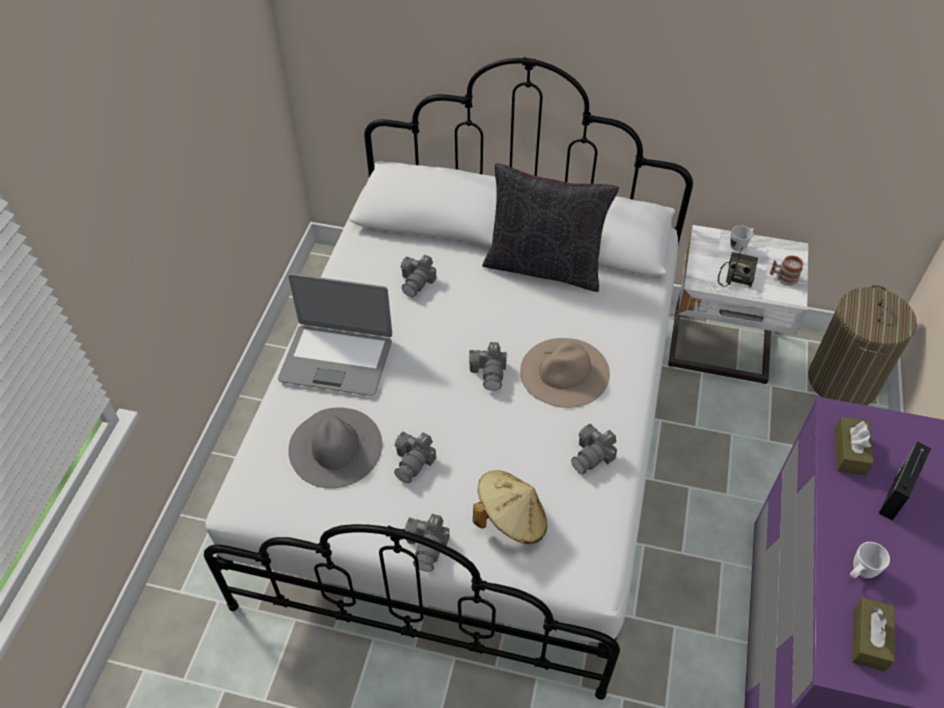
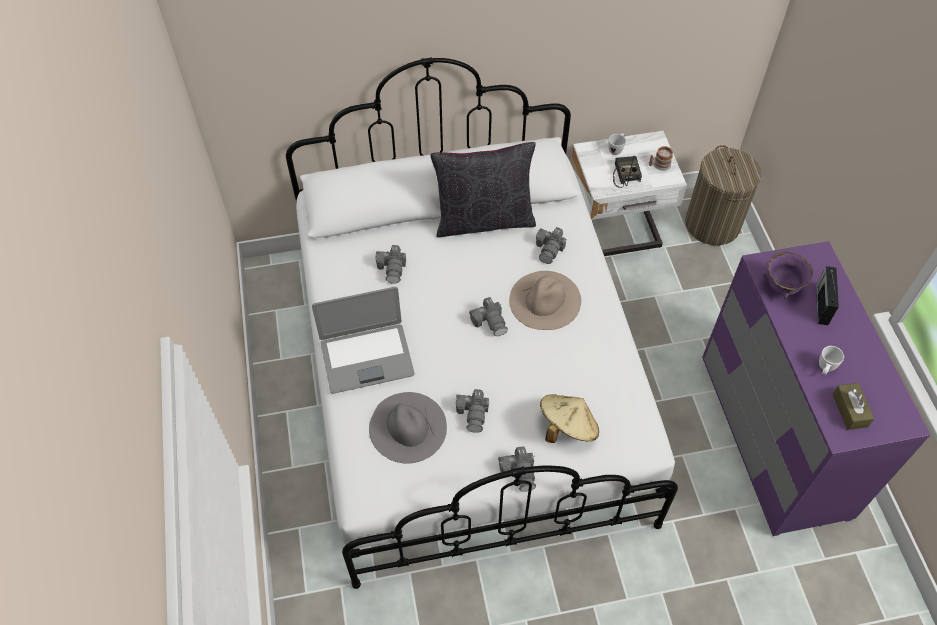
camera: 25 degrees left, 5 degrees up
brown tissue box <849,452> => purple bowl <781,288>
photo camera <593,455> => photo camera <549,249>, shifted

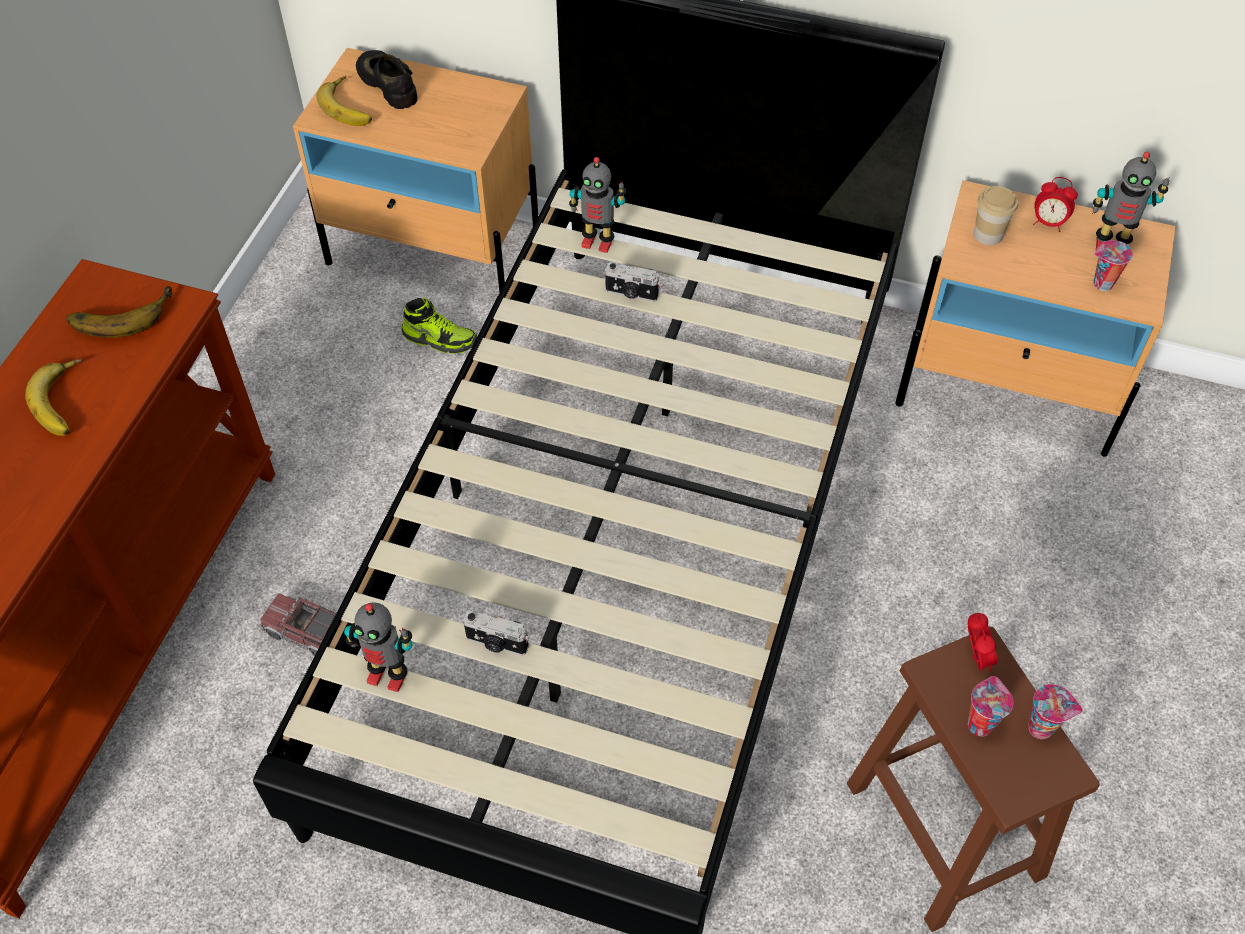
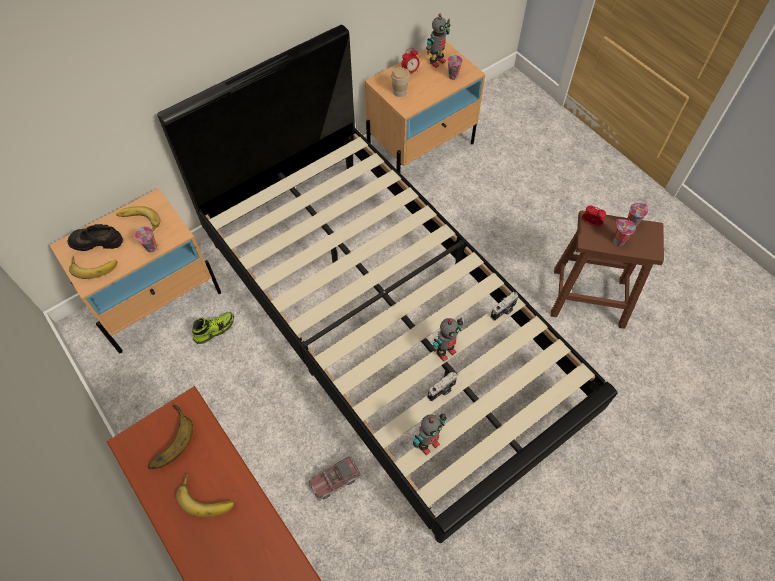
camera: 55 degrees left, 5 degrees up
toy robot <597,242> => toy robot <445,352>, shifted
photo camera <631,294> => photo camera <504,311>, shifted
nothing => banana <139,222>
nothing => cup <152,248>

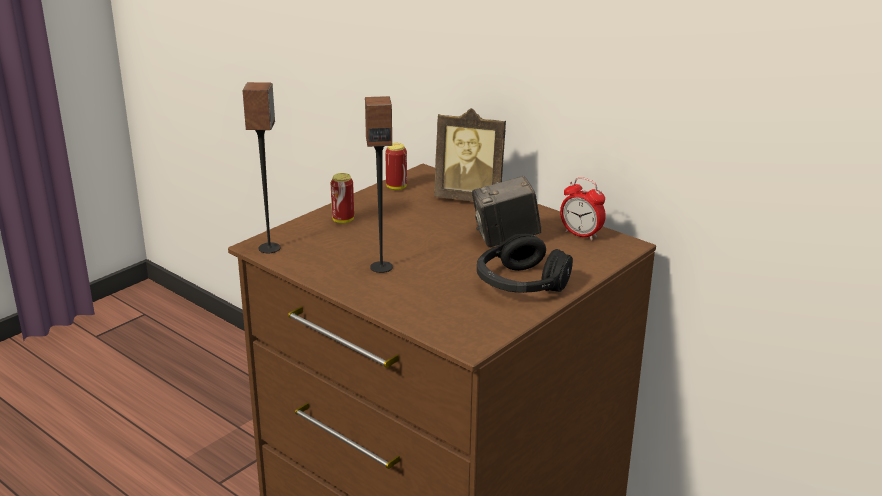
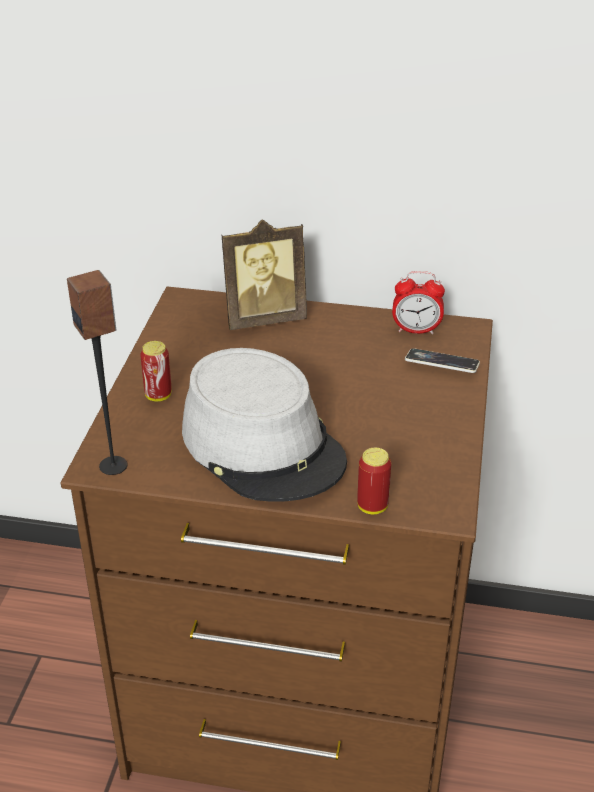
camera: 30 degrees left, 10 degrees up
speaker <381,267> => grey hat <263,445>
can <396,187> => can <372,506>, shifted
photo camera <505,239> => nothing
black headphones <520,284> => nothing
nothing => phone <441,365>

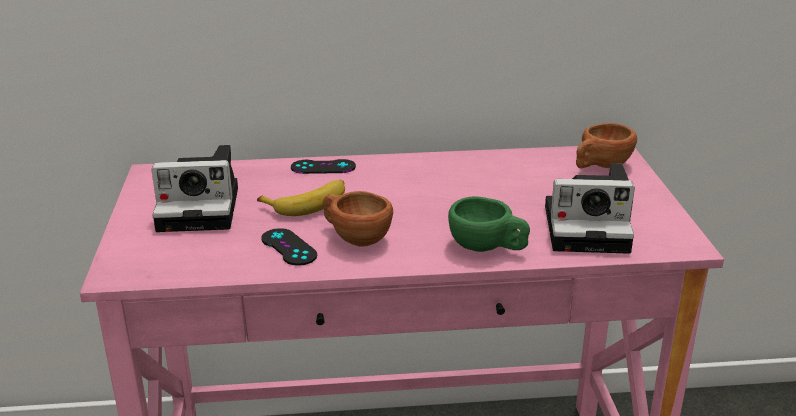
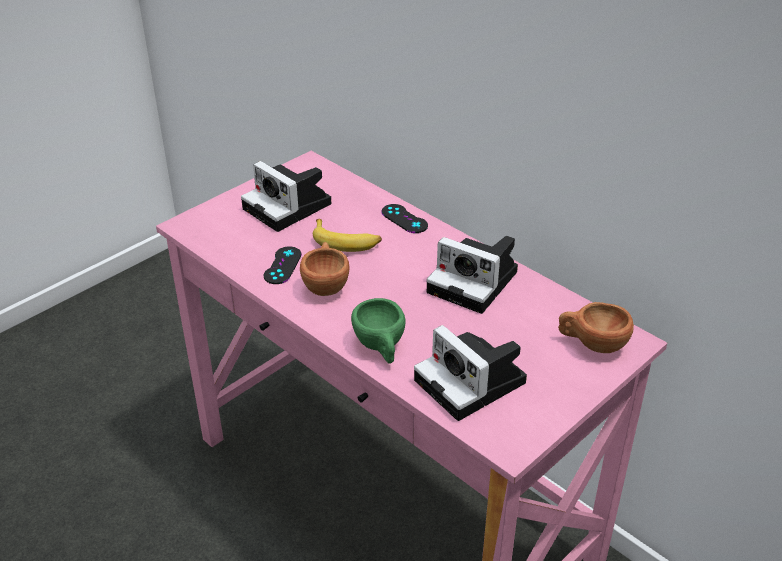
camera: 50 degrees right, 10 degrees up
nothing => photo camera <476,282>

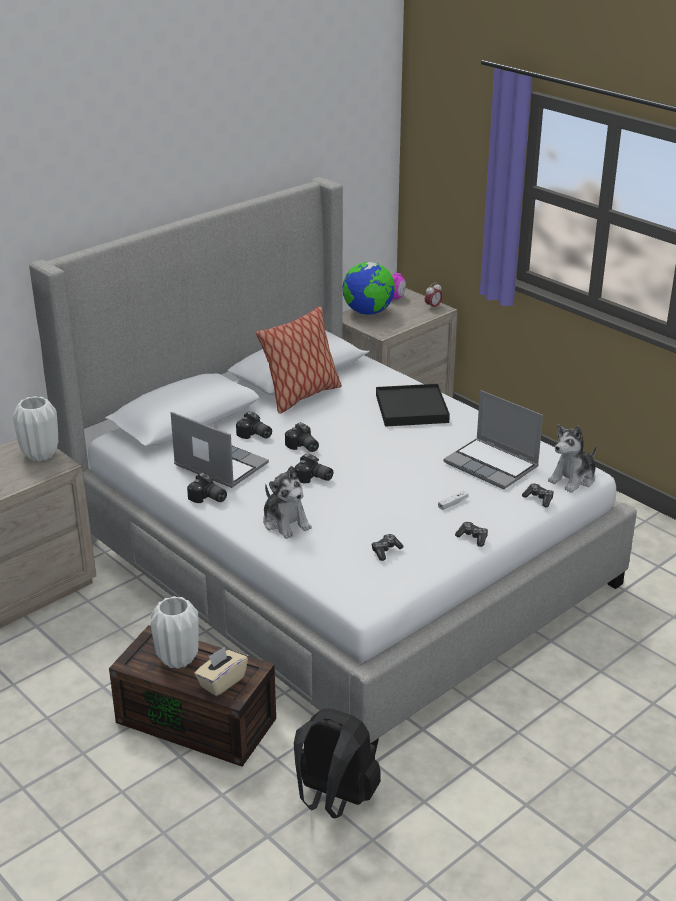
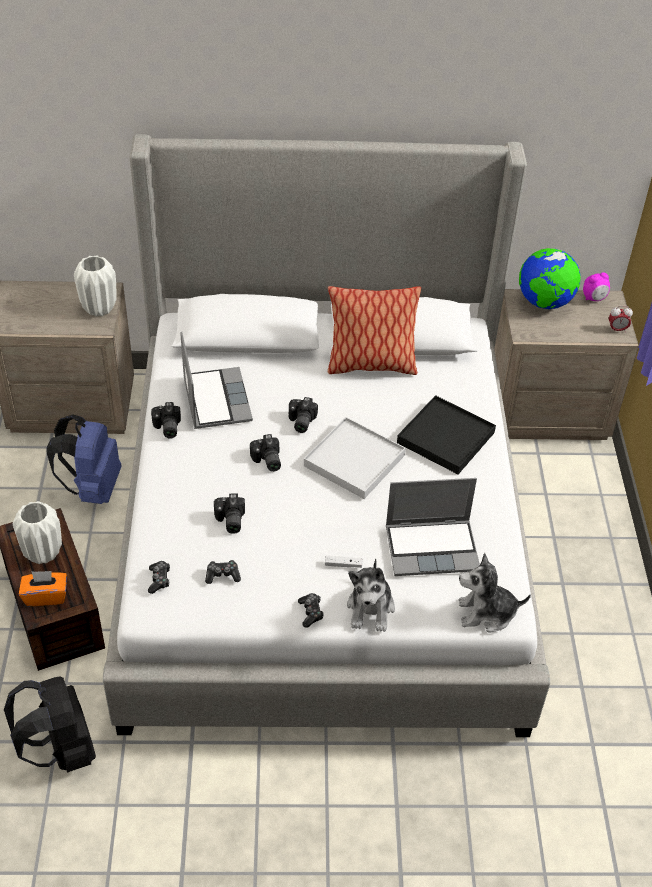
camera: 40 degrees right, 15 degrees up
laptop <492,465> => laptop <433,548>, 90 degrees counterclockwise
photo camera <254,435> => photo camera <229,521>, shifted
plush toy <285,523> => plush toy <371,608>, shifted
game controller <539,499> => game controller <159,580>, shifted
beige tissue box <221,682> => orange tissue box <46,596>
nothing => blue backpack <92,488>
nothing => white tray <354,460>

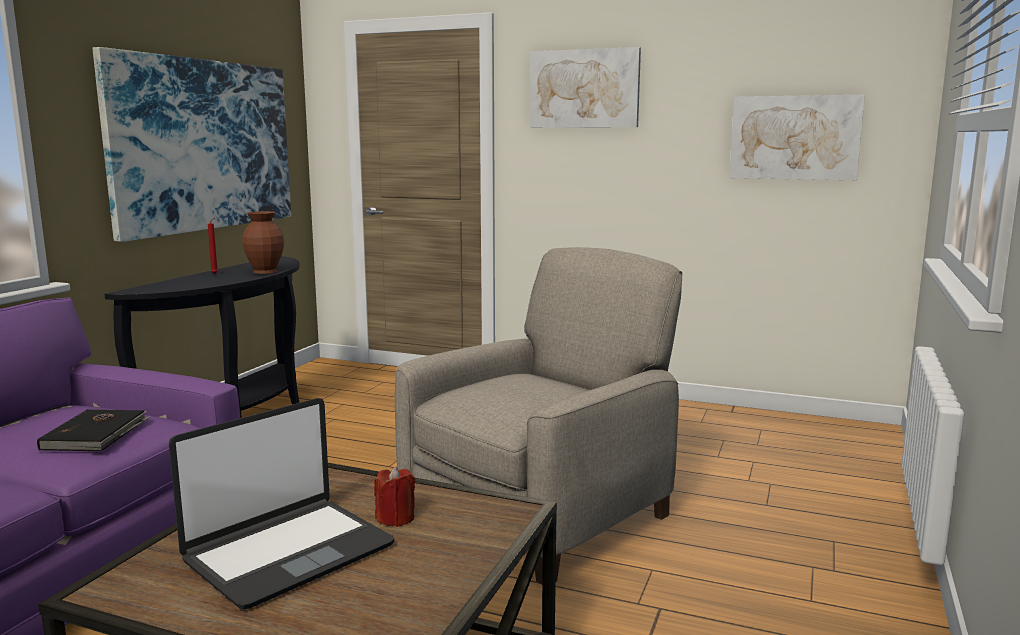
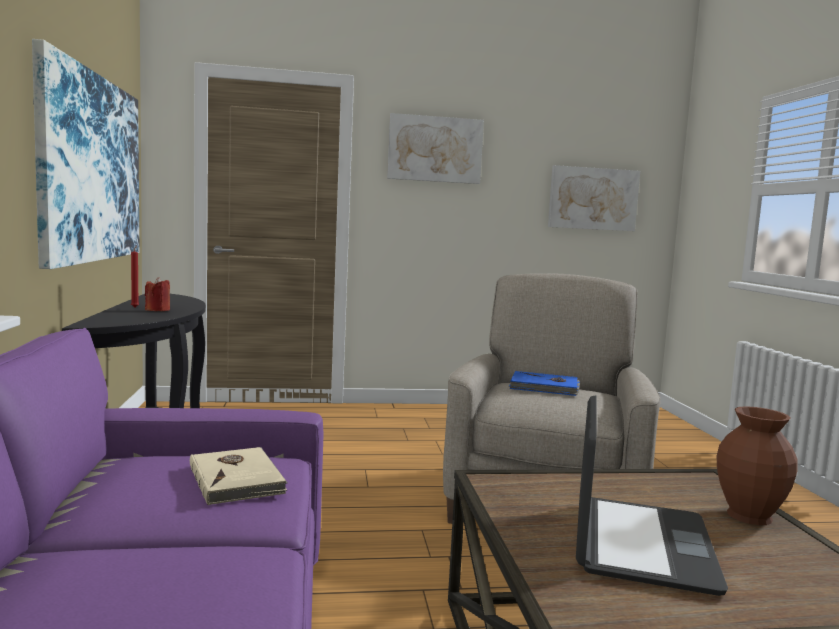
camera: 30 degrees left, 5 degrees down
brown vase <264,271> => brown vase <748,516>, shifted
black book <97,434> => beige book <238,479>
red candle <395,518> => red candle <158,310>, shifted
nothing => blue book <544,387>

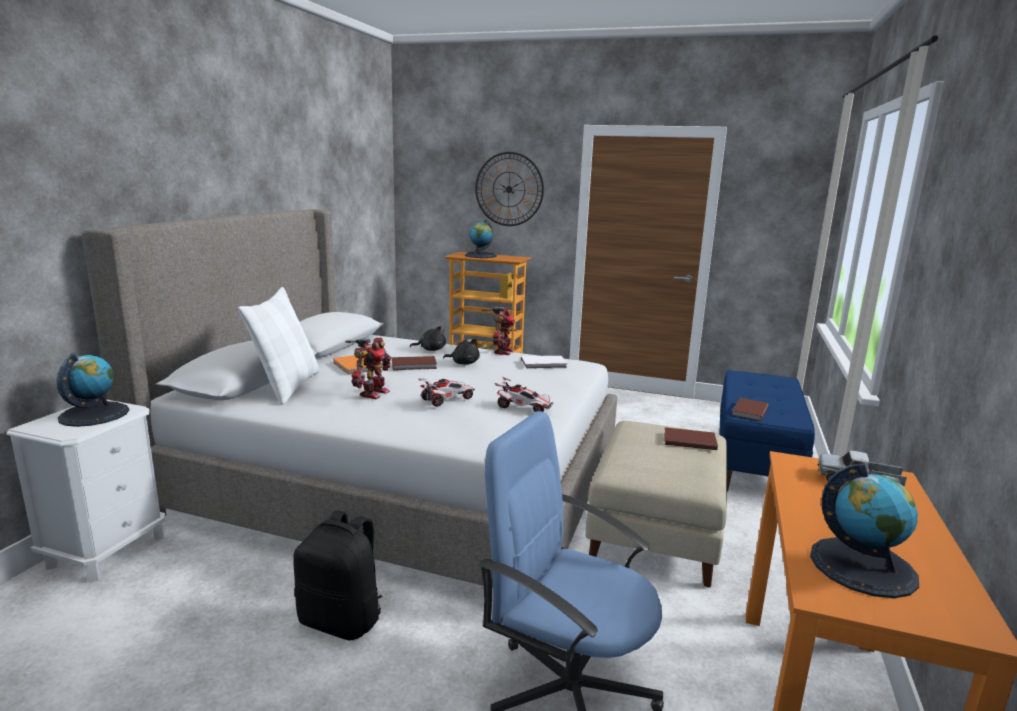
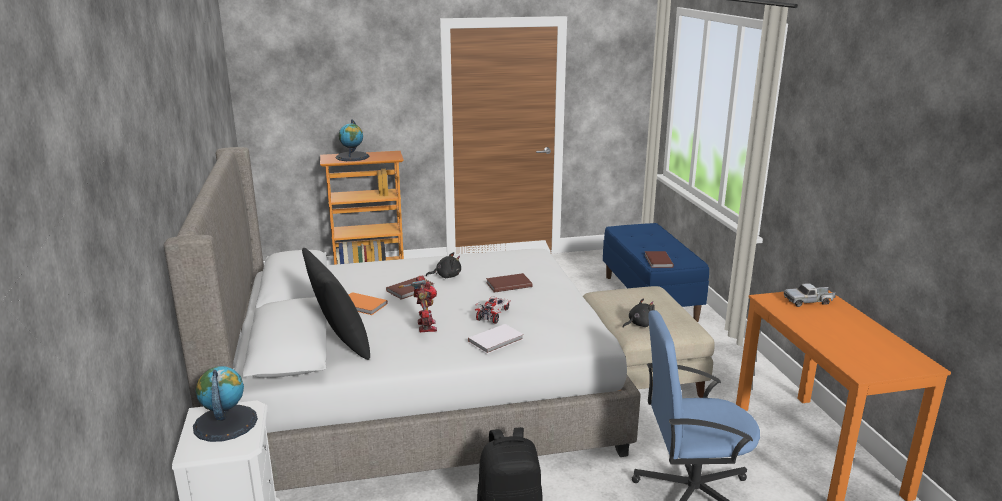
camera: 30 degrees left, 5 degrees up
wall clock <509,189> => nothing
white pillow <287,387> => black pillow <341,342>
toy robot <502,351> => nothing
black plush toy <431,349> => black plush toy <639,324>, shifted
white book <544,364> => white book <497,340>, shifted
toy car <523,407> => nothing
brown book <689,440> => brown book <508,284>, shifted
globe <862,566> => nothing

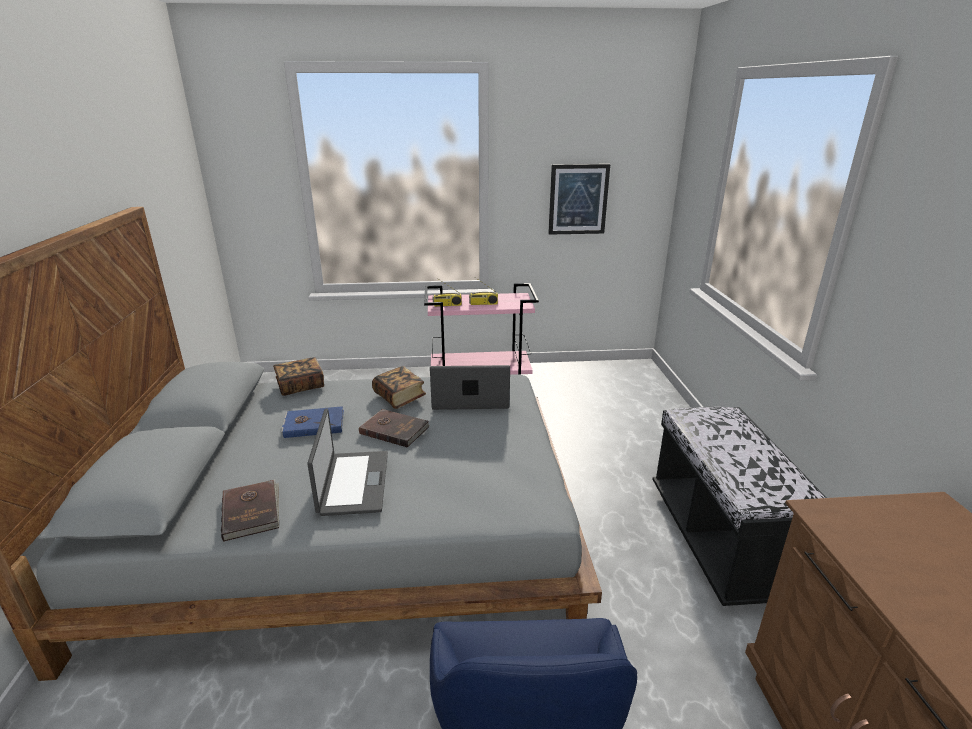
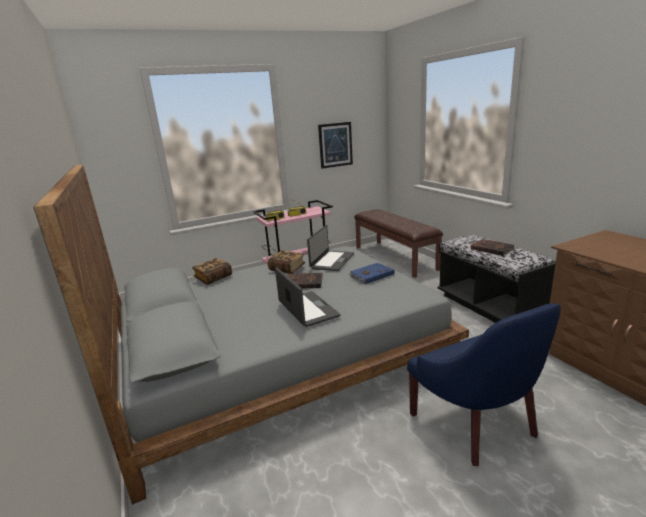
camera: 20 degrees left, 5 degrees down
laptop <470,399> => laptop <331,261>, 135 degrees clockwise
blue book <314,424> => blue book <371,274>, shifted
brown book <252,511> => brown book <491,248>, shifted
nothing => brown bench <395,258>

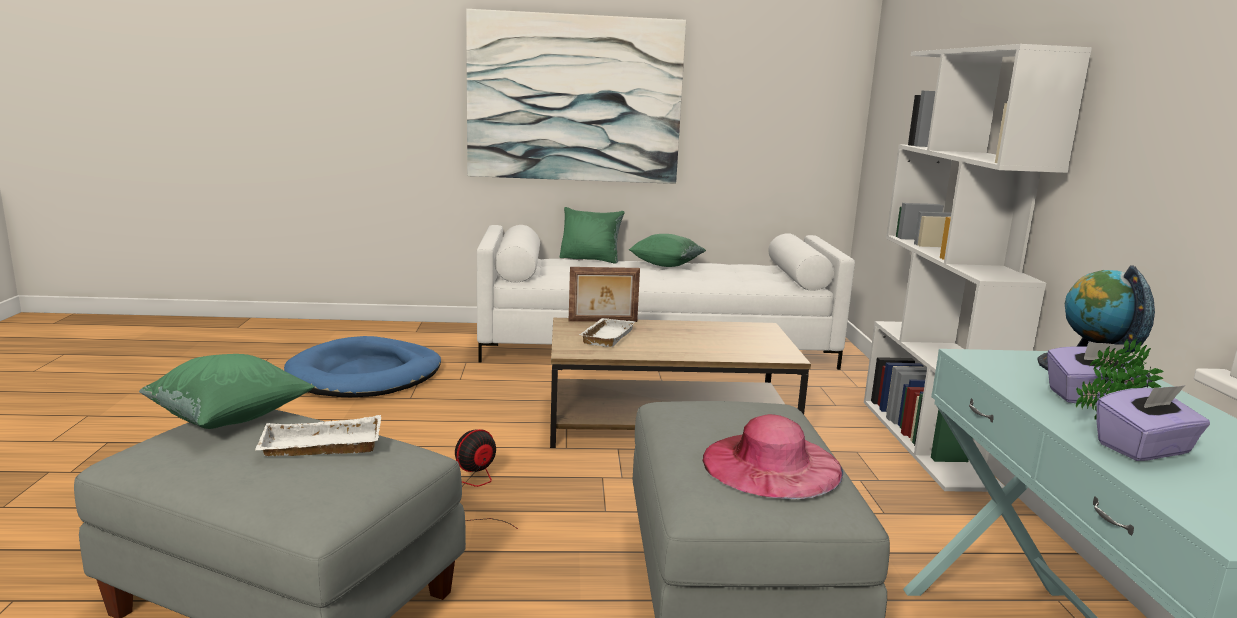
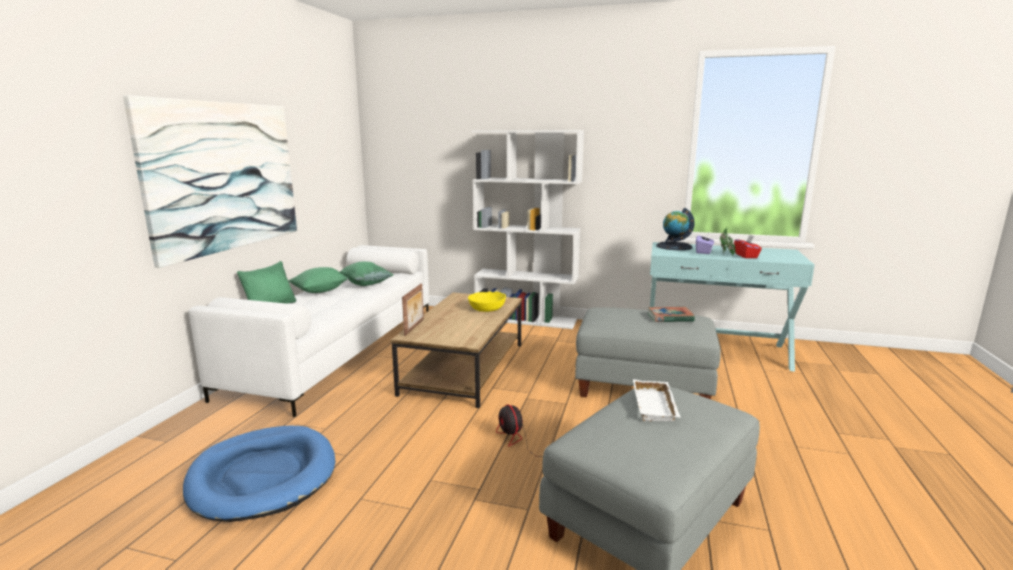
camera: 70 degrees left, 0 degrees up
white tray <605,336> => nothing
green pillow <230,419> => green pillow <366,284>, shifted
purple tissue box <1144,449> => red tissue box <746,256>
pink hat <771,464> => book <670,317>
nothing => yellow bowl <486,308>

